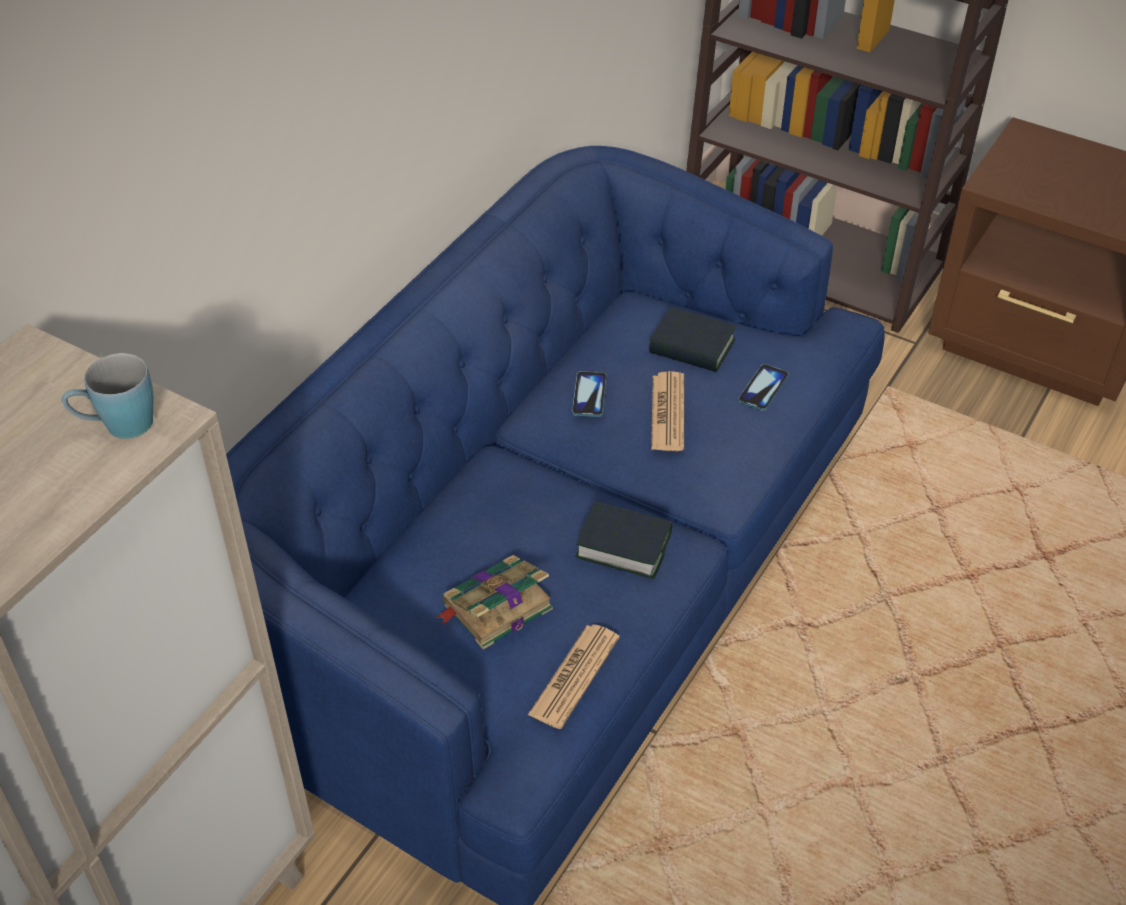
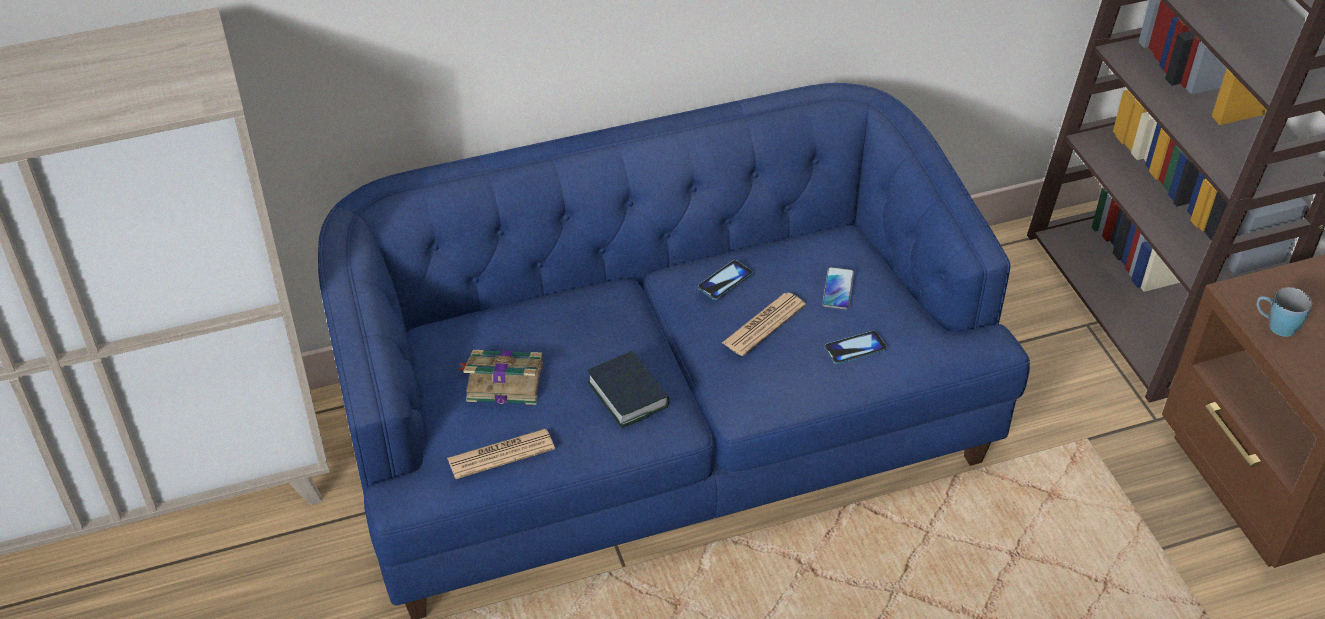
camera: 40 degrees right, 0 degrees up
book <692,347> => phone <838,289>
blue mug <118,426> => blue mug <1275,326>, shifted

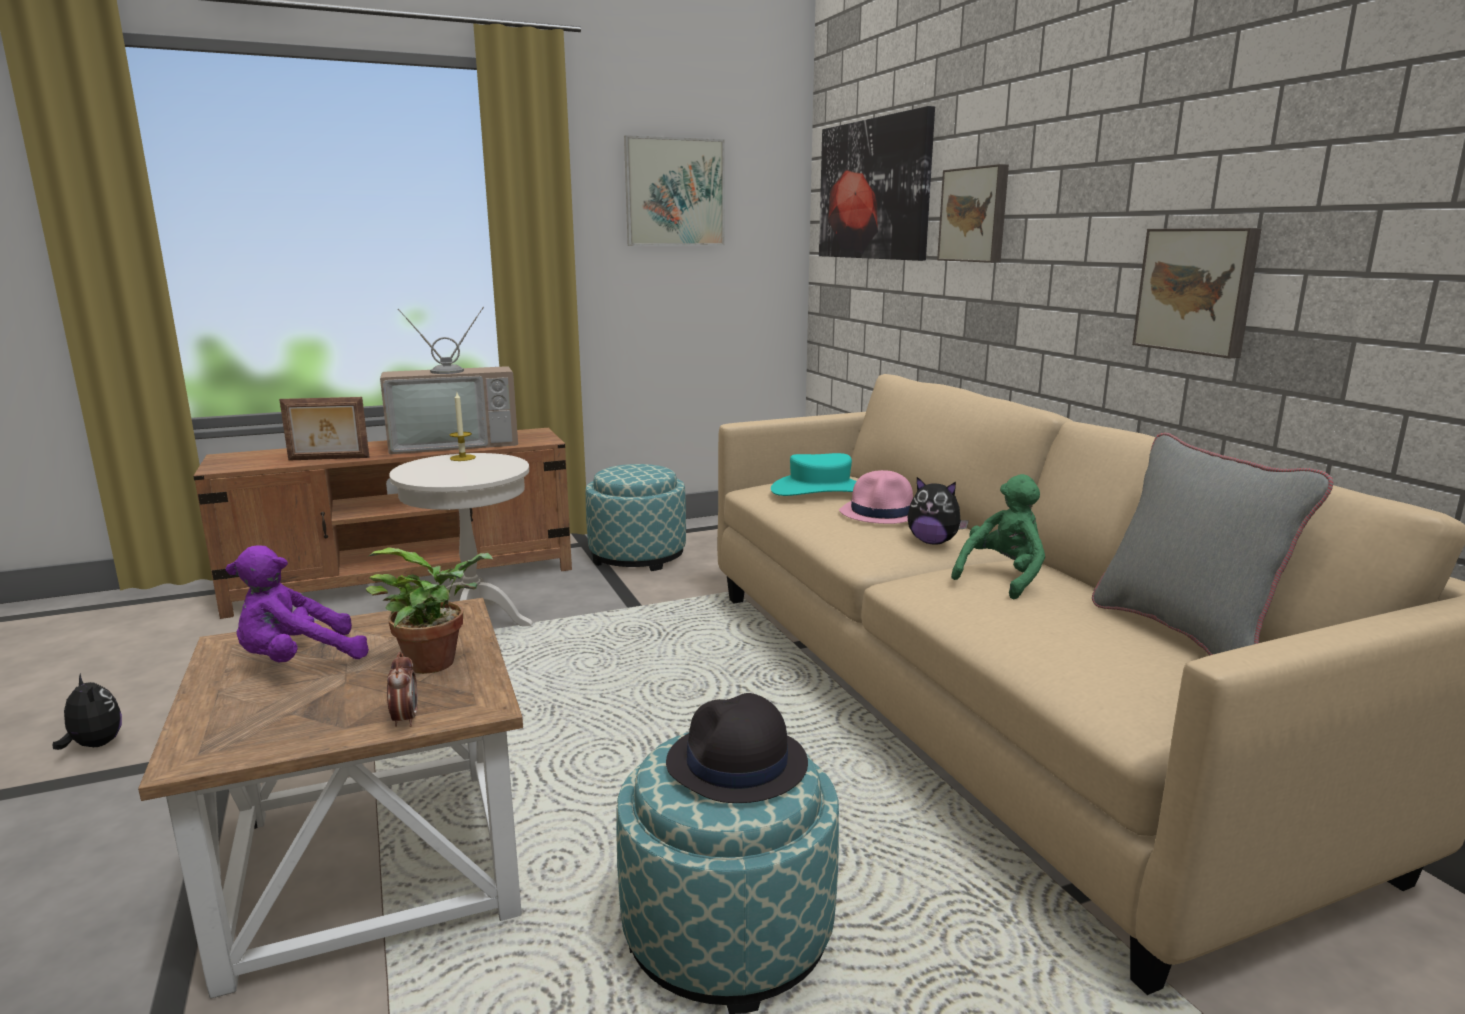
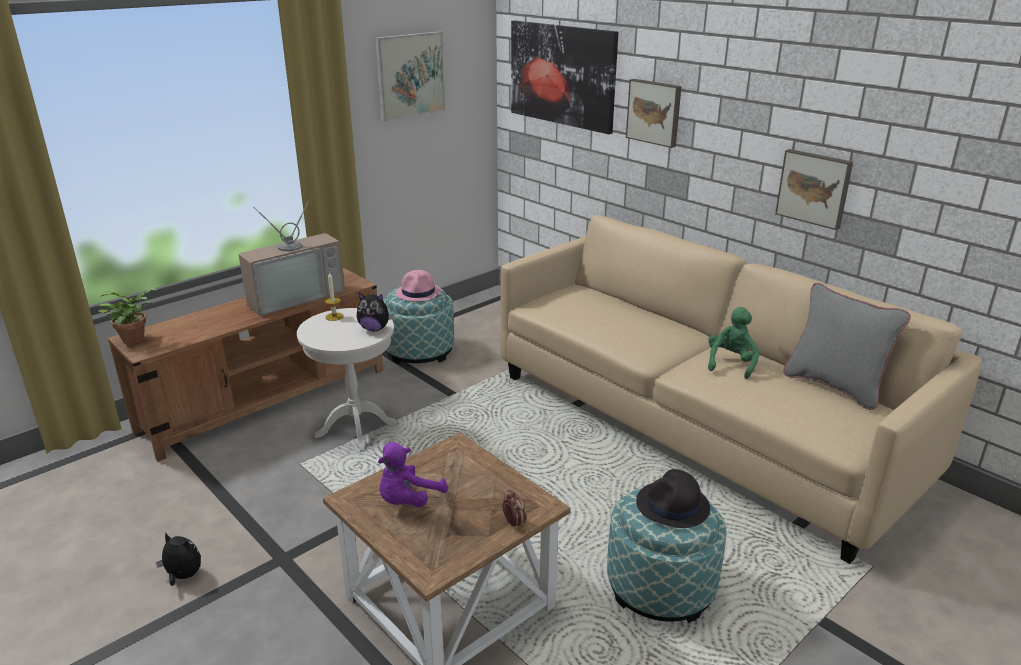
camera: 20 degrees left, 10 degrees up
picture frame <328,459> => nothing
turquoise hat <819,490> => nothing
pink hat <882,513> => pink hat <419,293>, shifted
plush toy <933,542> => plush toy <374,329>, shifted
potted plant <438,662> => potted plant <136,339>, shifted

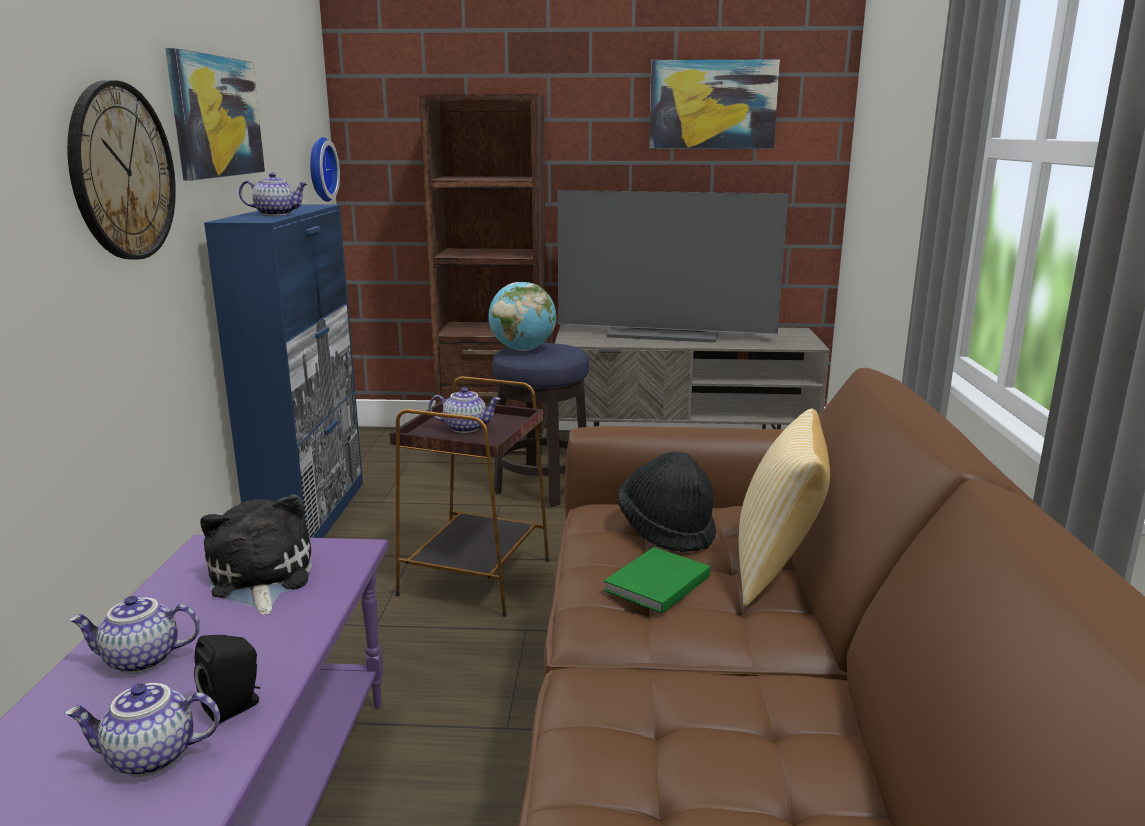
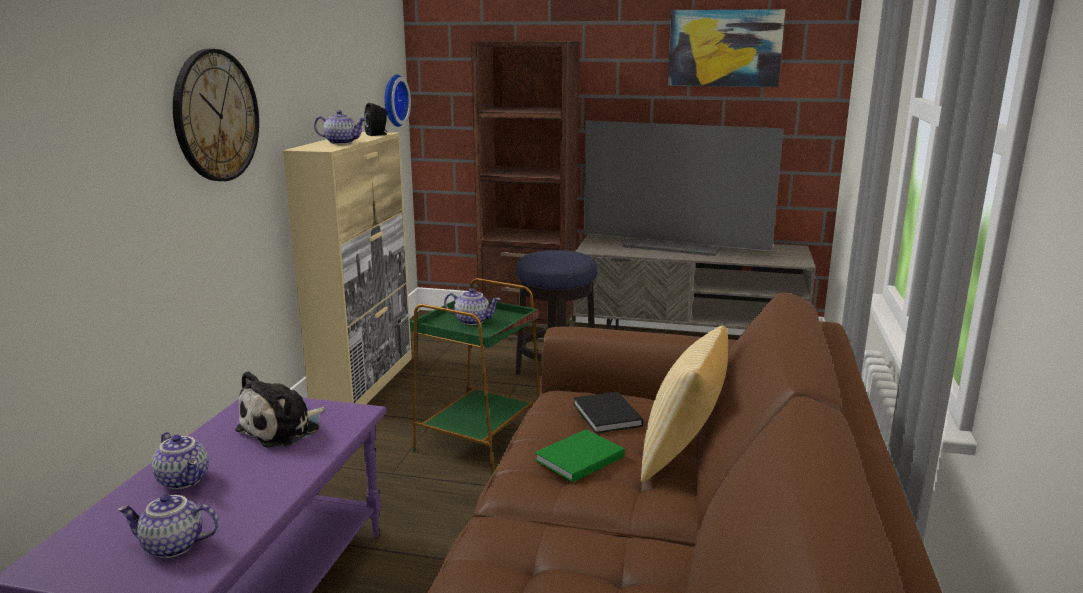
camera: 10 degrees right, 0 degrees up
picture <216,117> => nothing
blue cabinet <311,517> => beige cabinet <365,383>
globe <523,349> => nothing
brown side table <477,577> => green side table <480,442>
black hat <667,530> => black book <606,416>
plush toy <260,579> => plush toy <283,429>, 135 degrees counterclockwise
teapot <140,660> => teapot <185,480>, 135 degrees counterclockwise
black speaker <235,706> => black speaker <378,135>, shifted

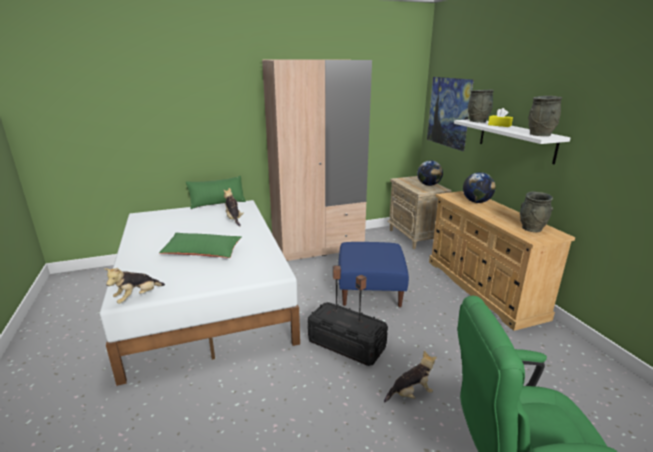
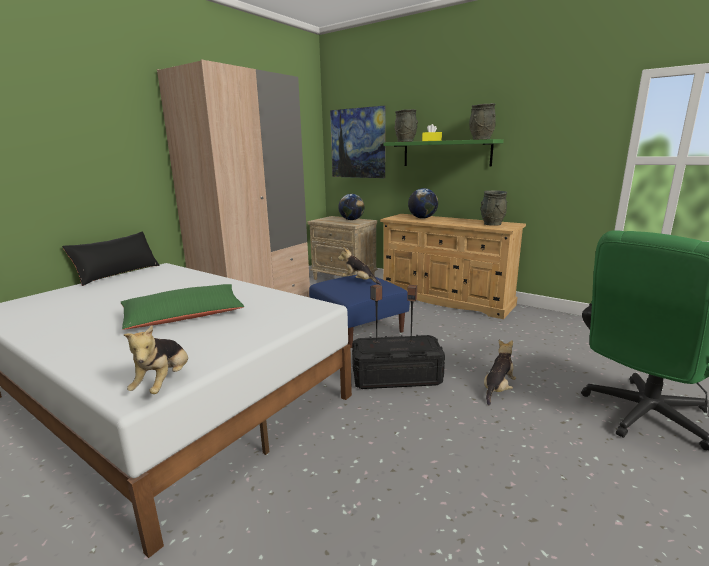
camera: 35 degrees left, 5 degrees down
white shelf <516,140> => green shelf <446,153>
green pillow <217,203> => black pillow <118,273>
plush toy <234,219> => plush toy <359,281>, shifted

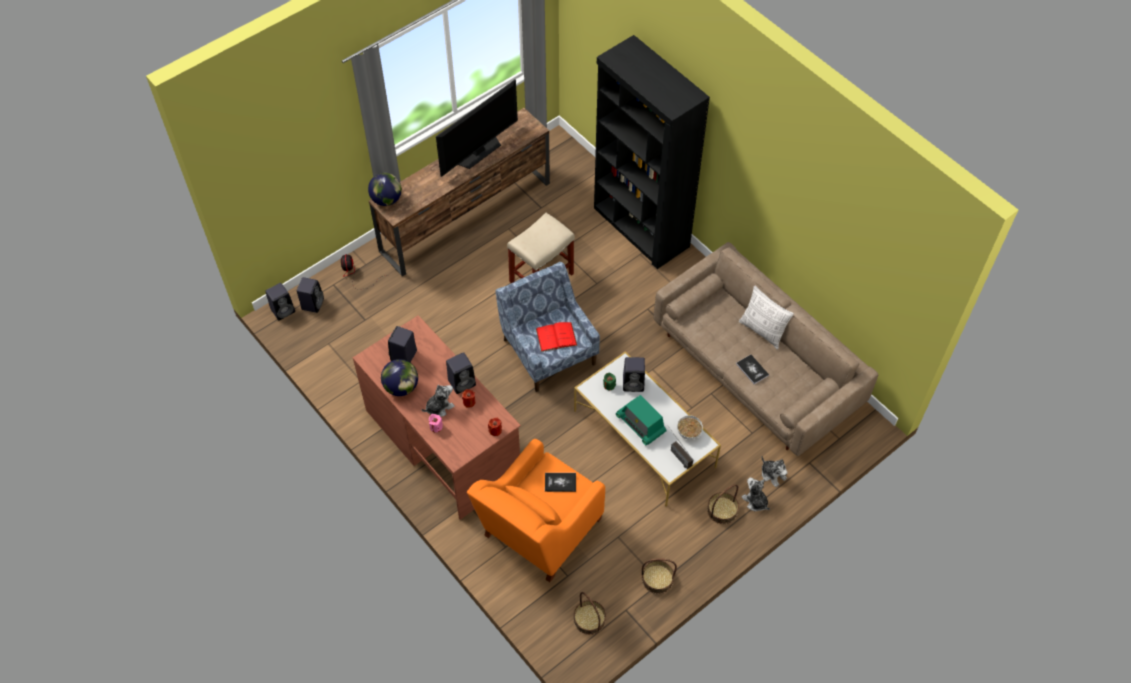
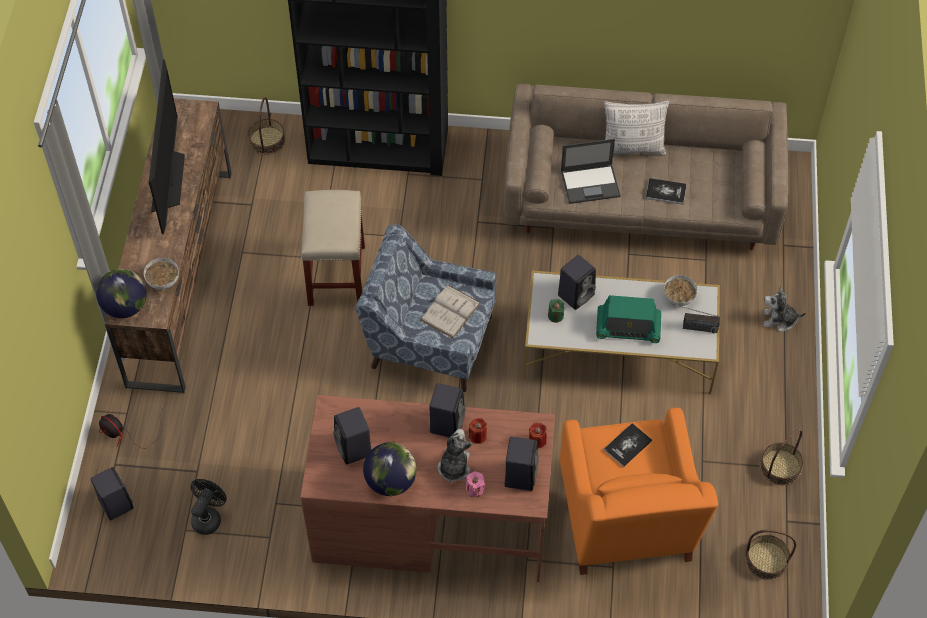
camera: 45 degrees left, 0 degrees up
black speaker <283,310> => black speaker <520,474>, shifted
red book <556,337> => white book <450,311>
plush toy <773,474> => nothing
basket <722,510> => basket <267,140>, shifted
nothing => laptop <591,183>
nothing => bowl <163,281>
nothing => black fan <208,517>

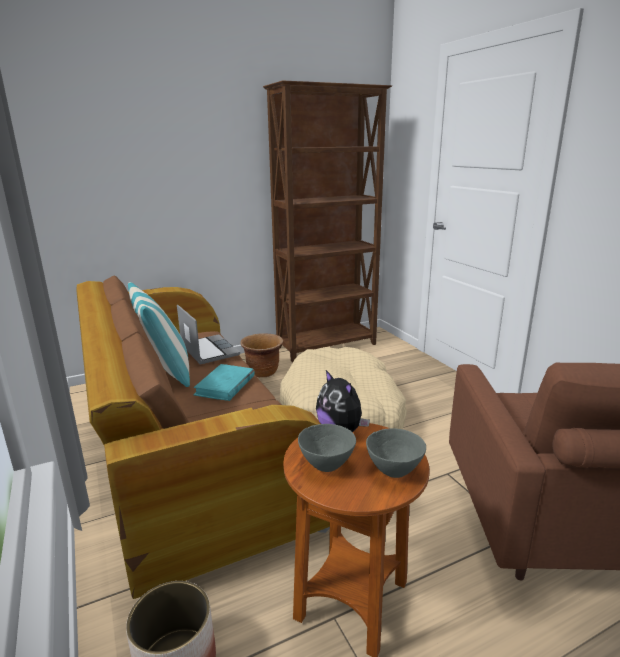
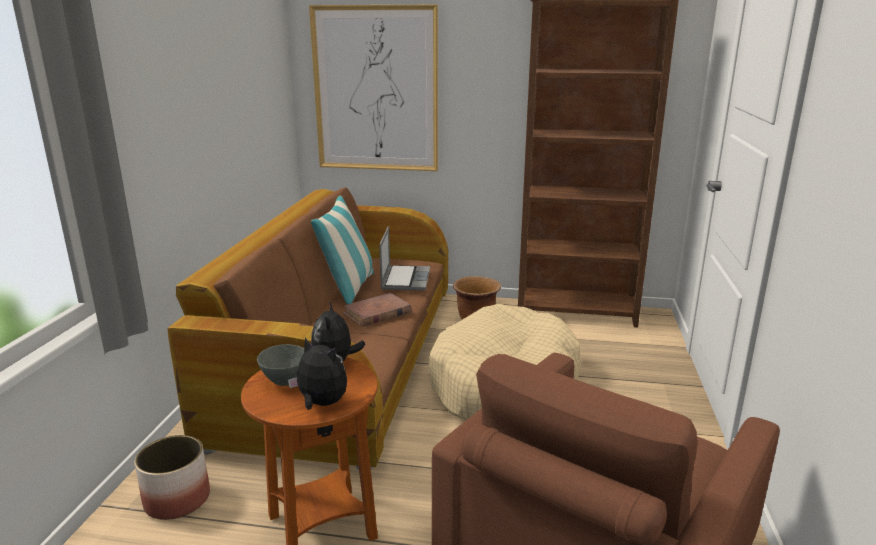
camera: 35 degrees right, 0 degrees up
turquoise book <225,385> => brown book <377,313>
grey bowl <394,471> => plush toy <321,404>
nothing => picture <376,90>

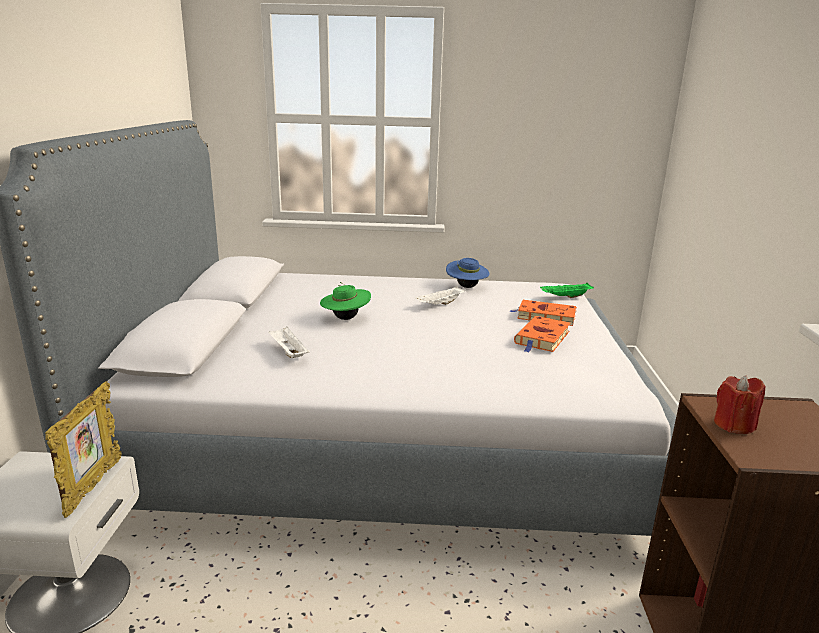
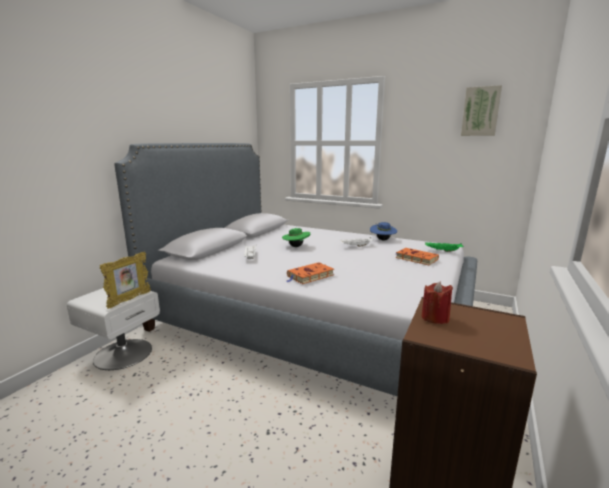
camera: 25 degrees right, 5 degrees down
orange book <542,338> => orange book <309,276>, shifted
nothing => picture <480,111>

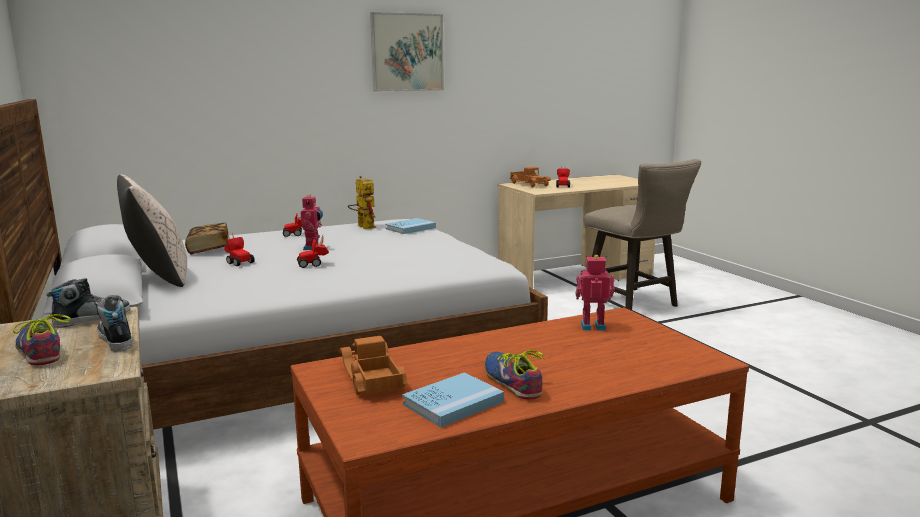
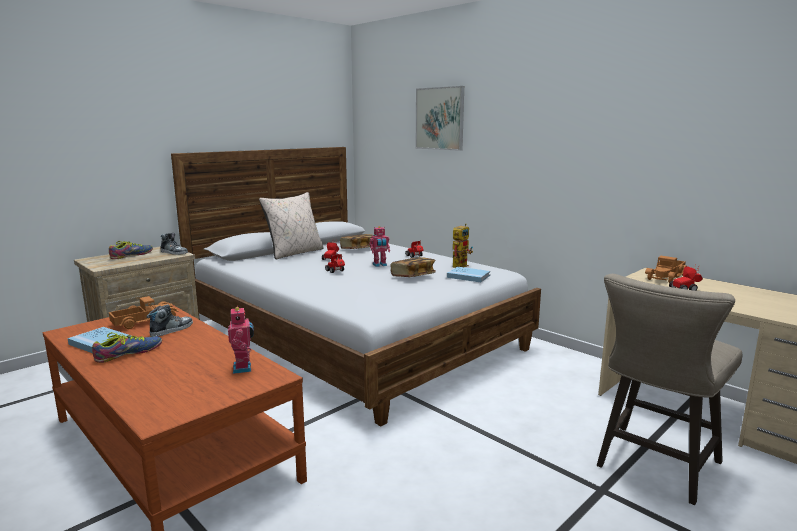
camera: 70 degrees right, 0 degrees up
picture <407,52> => picture <439,118>, shifted
shoe <115,339> => shoe <171,330>, shifted
nothing => book <413,276>

